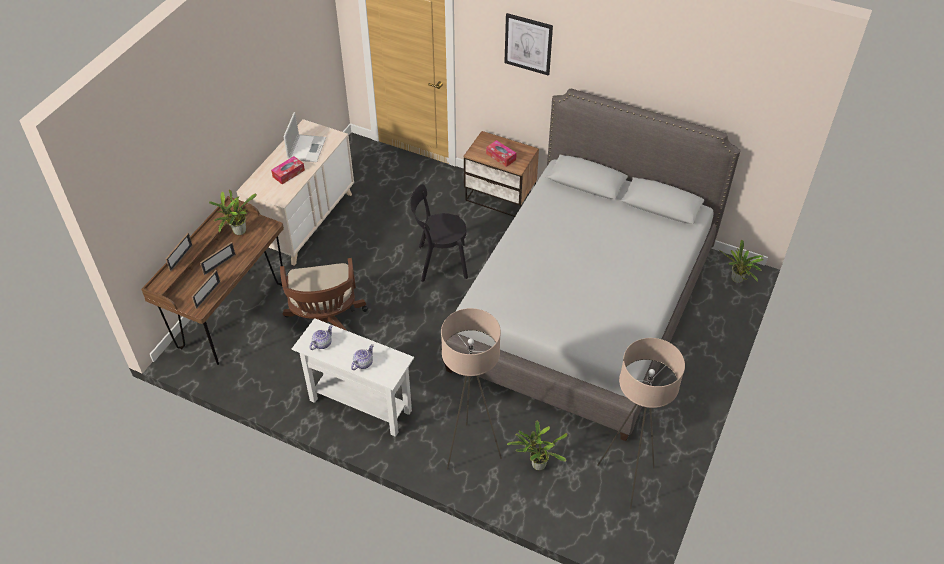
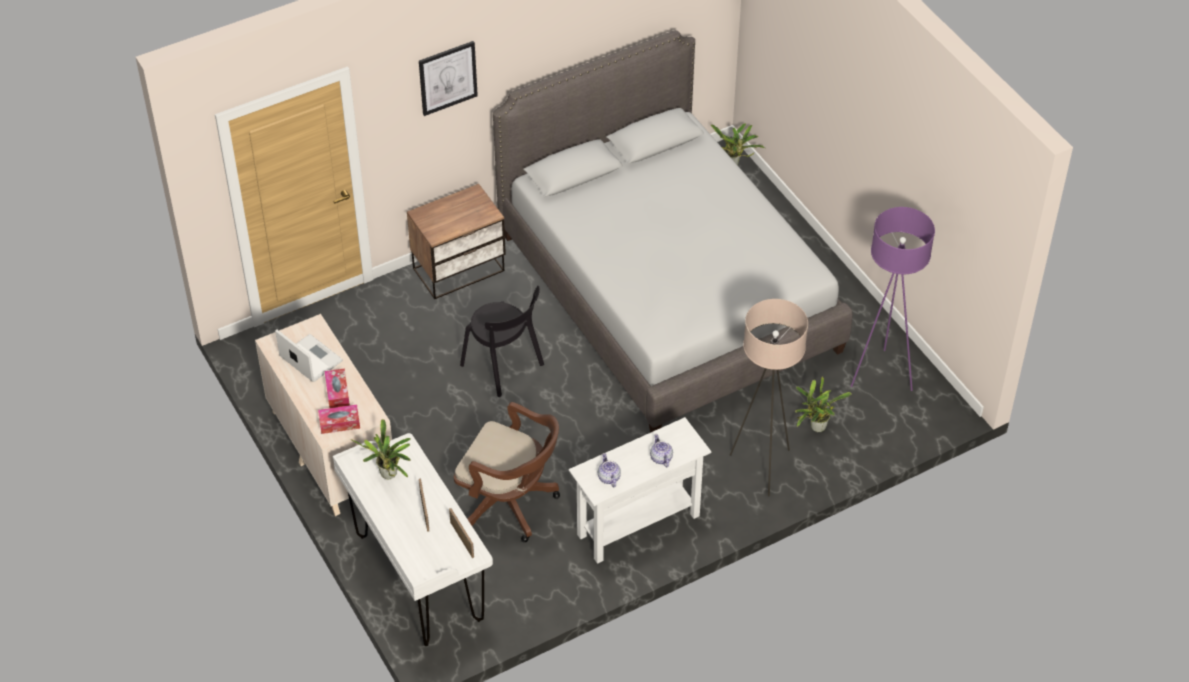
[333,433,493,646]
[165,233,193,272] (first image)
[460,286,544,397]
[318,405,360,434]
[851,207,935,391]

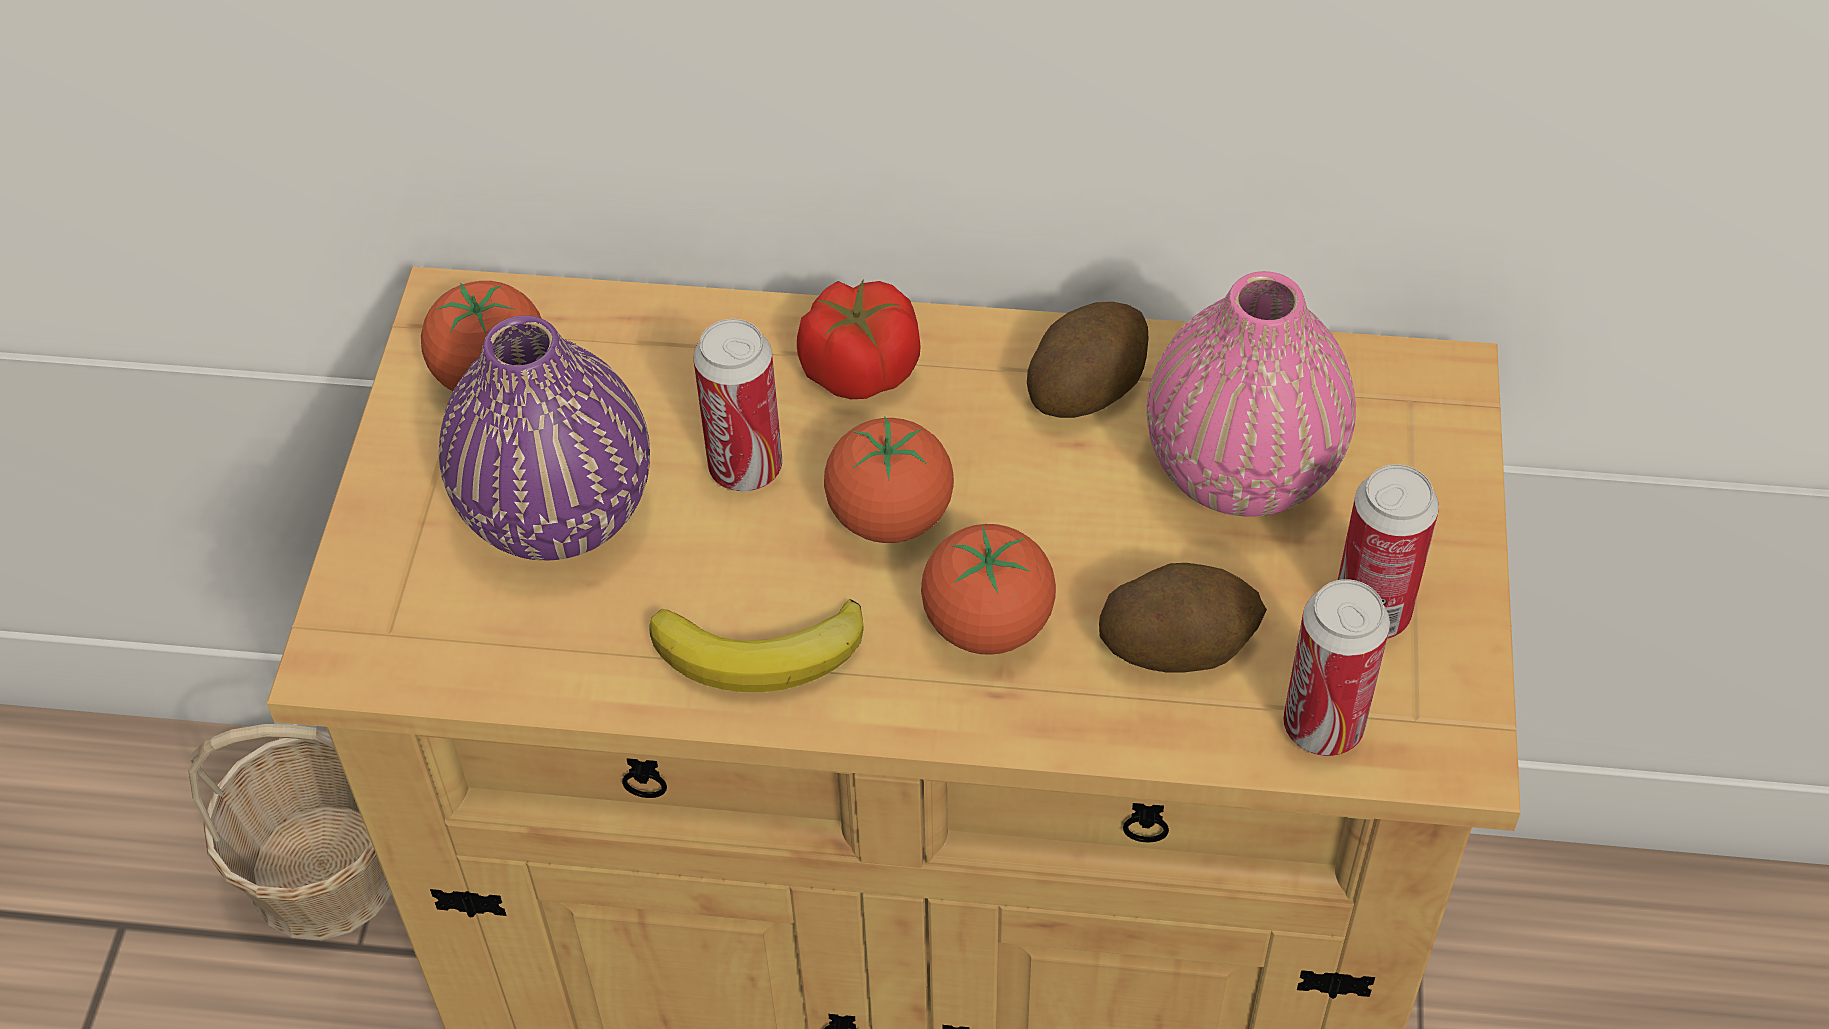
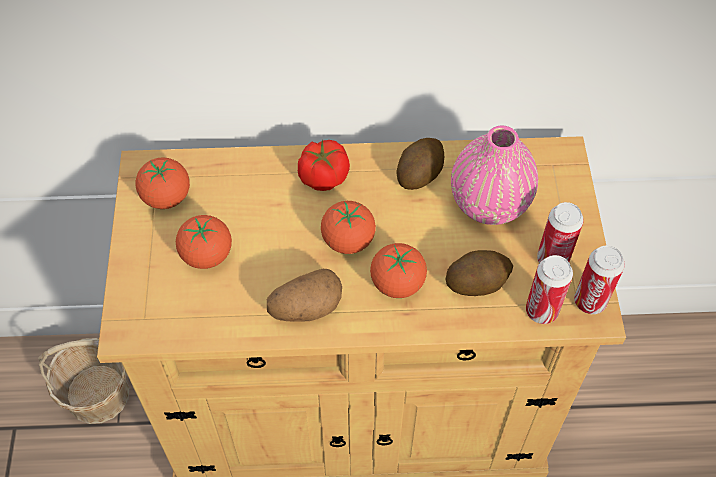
[176,215,232,269]
[267,269,342,322]
[574,246,625,314]

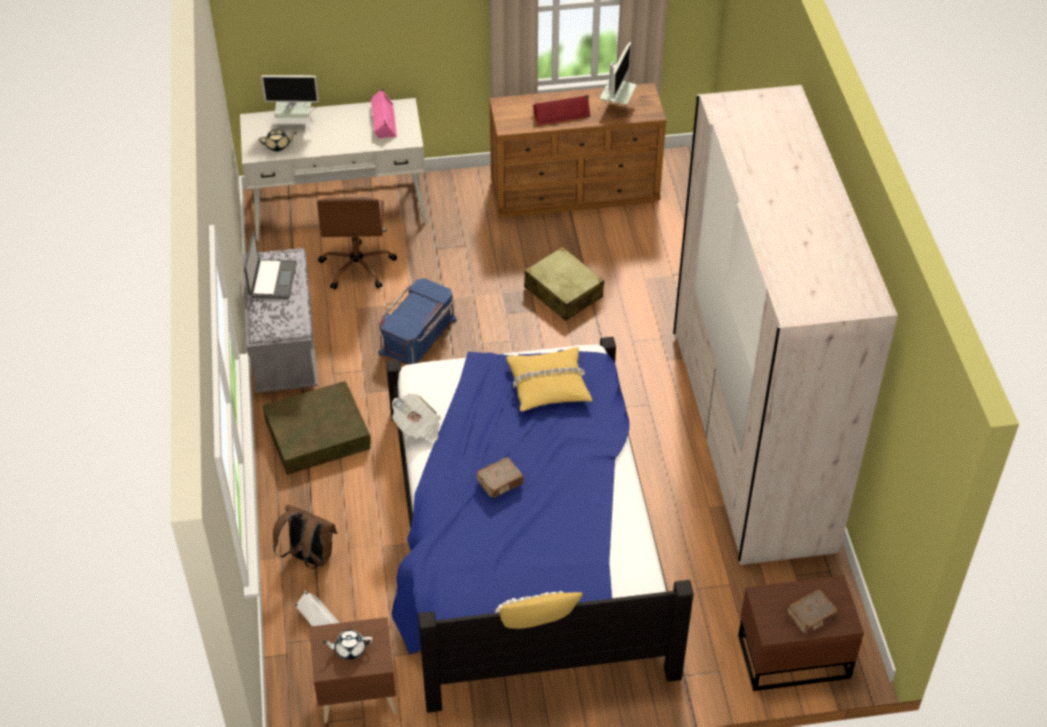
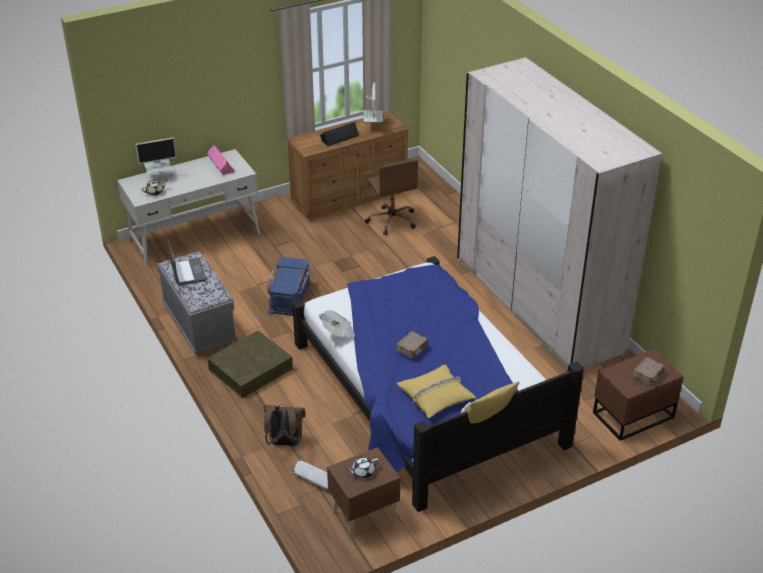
[365,160,418,235]
[397,364,476,418]
[524,247,604,321] (first image)
[320,122,359,147]

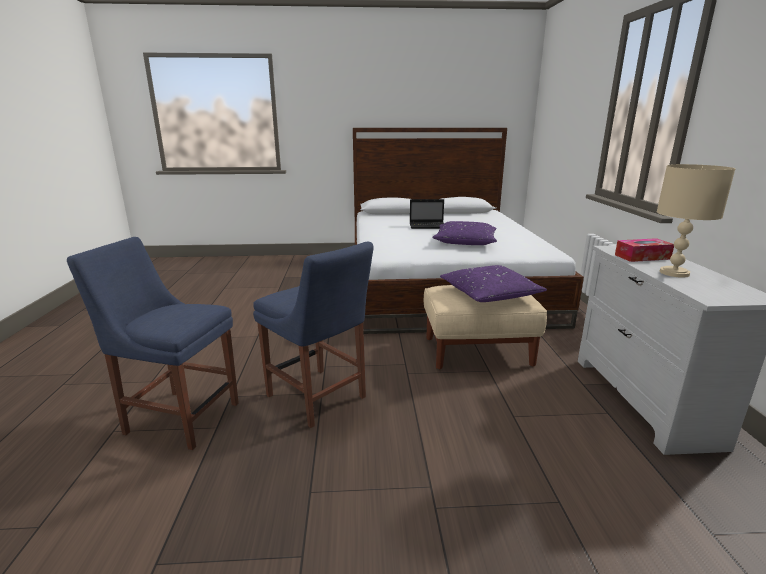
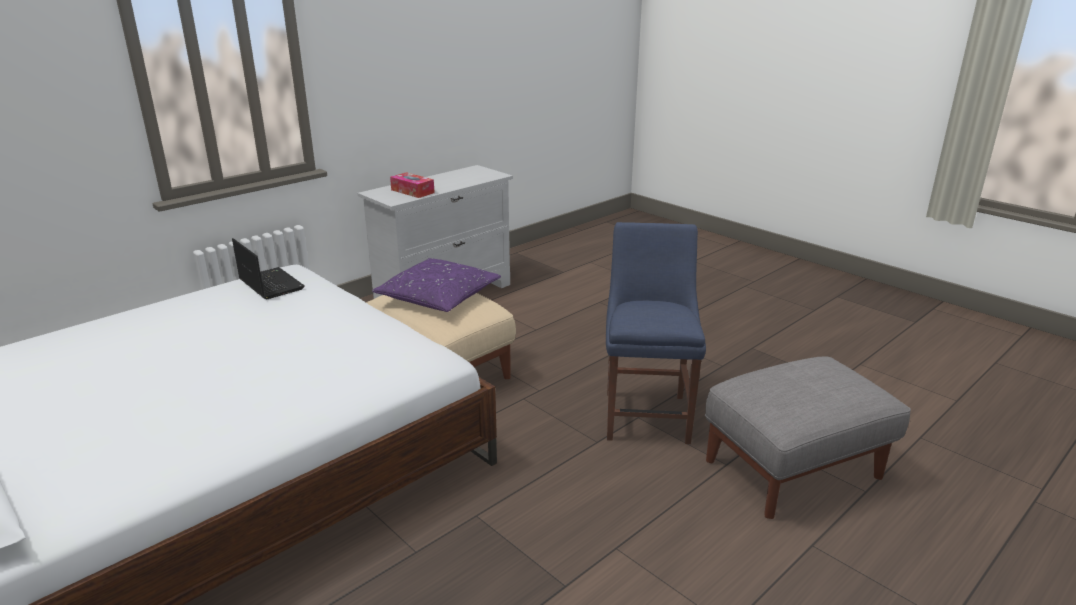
[705,356,911,519]
[232,238,305,299]
[432,221,497,245] (first image)
[657,164,735,278] (first image)

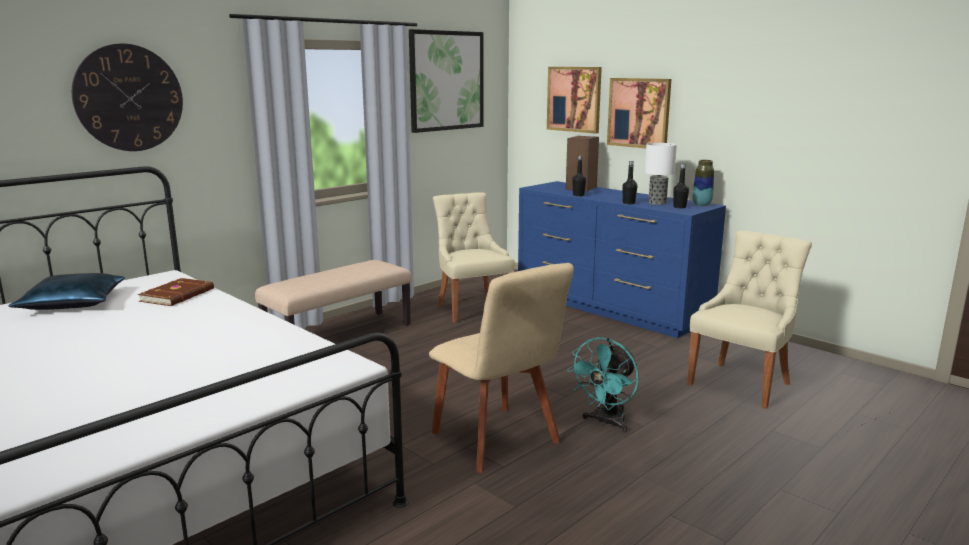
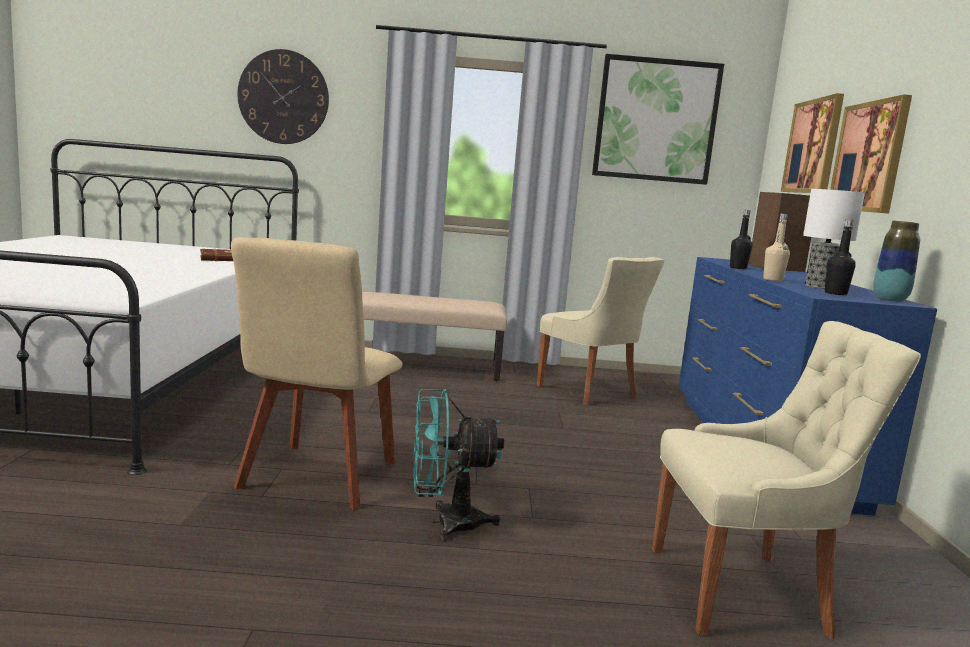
[9,273,125,310] (first image)
[537,257,664,405]
[763,214,790,281]

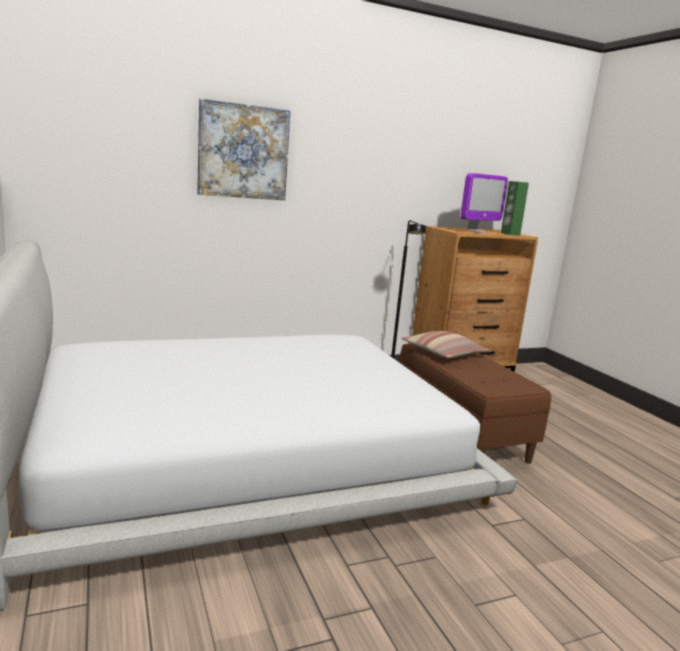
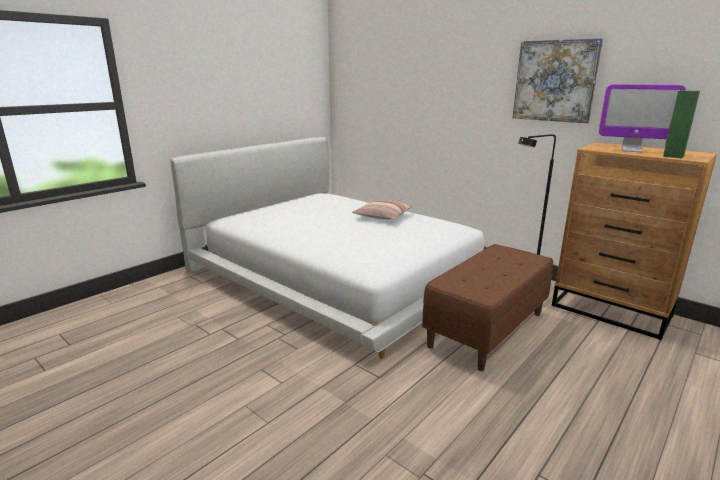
[513,38,604,123]
[352,200,413,220]

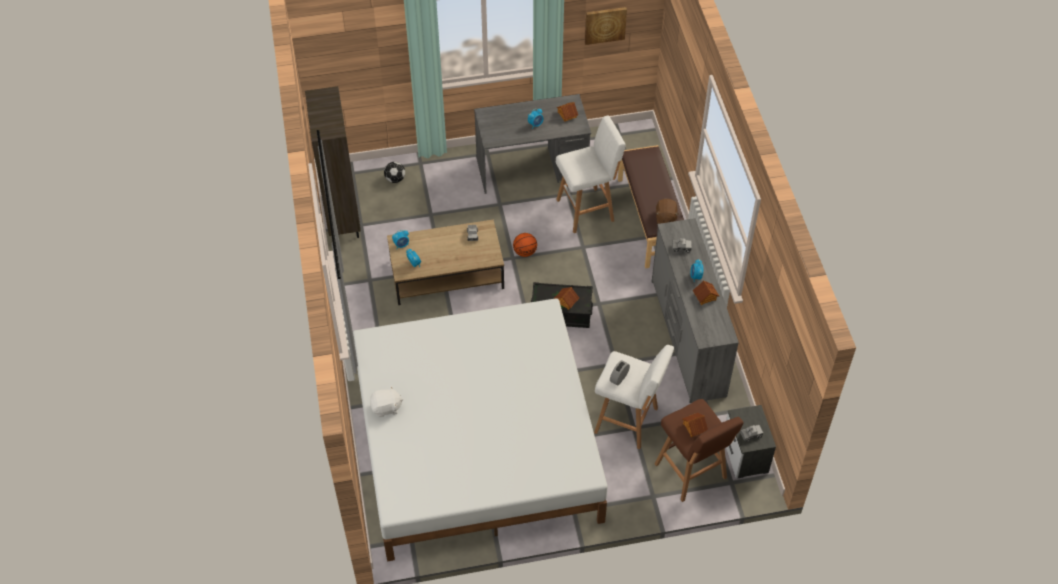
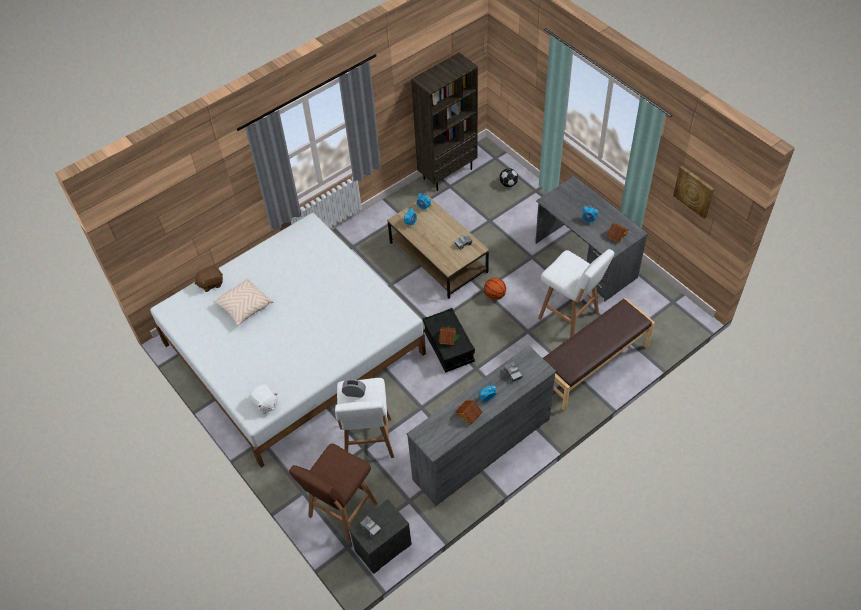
[250,384,278,414]
[195,266,223,292]
[682,413,708,437] (first image)
[214,278,273,326]

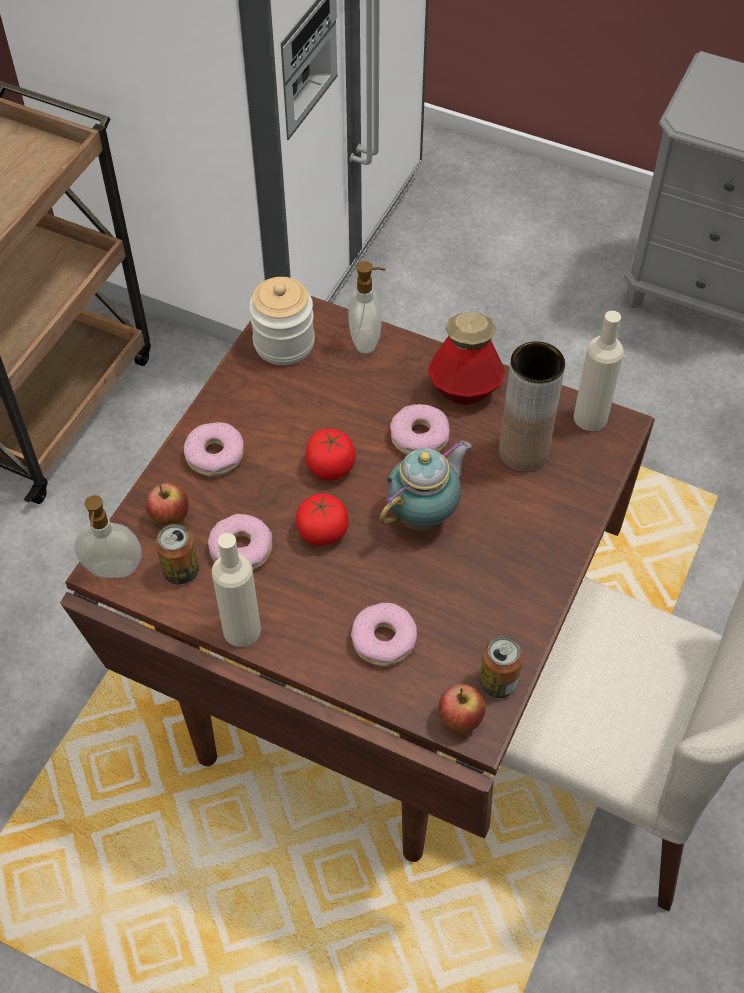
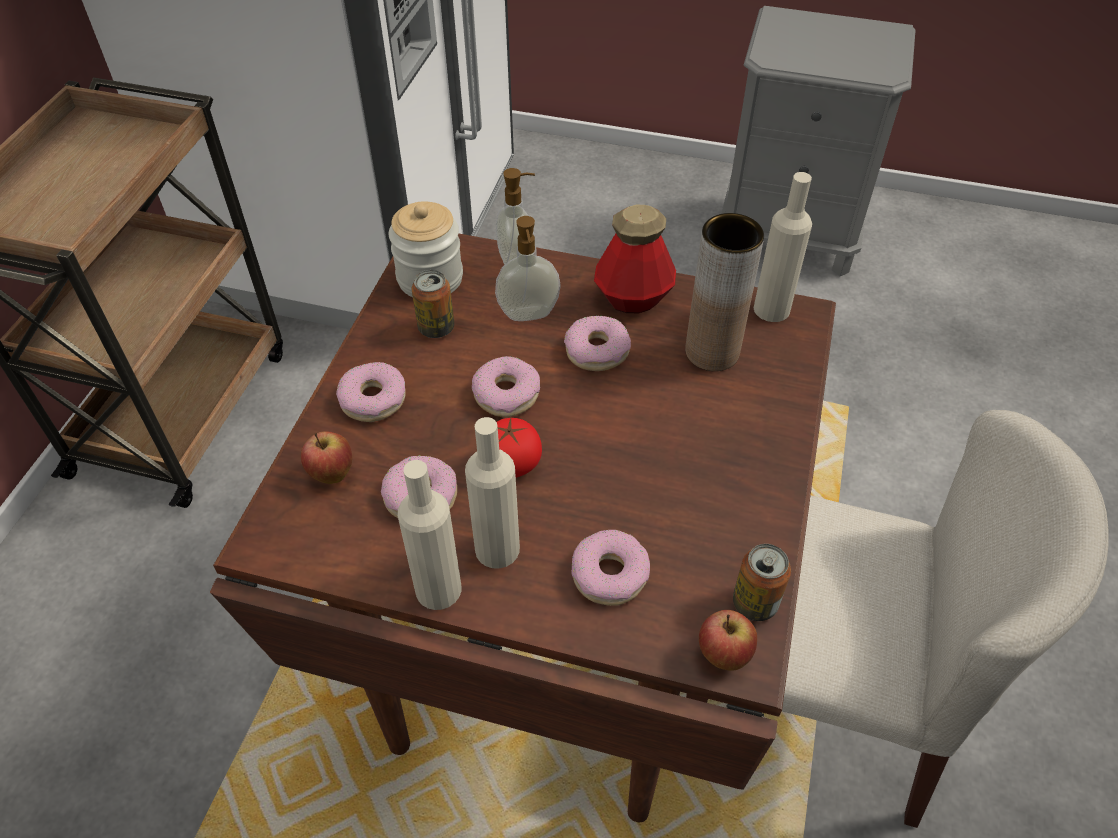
[495,216,560,321]
[412,270,455,338]
[472,356,540,417]
[379,440,472,531] (first image)
[465,417,520,569]

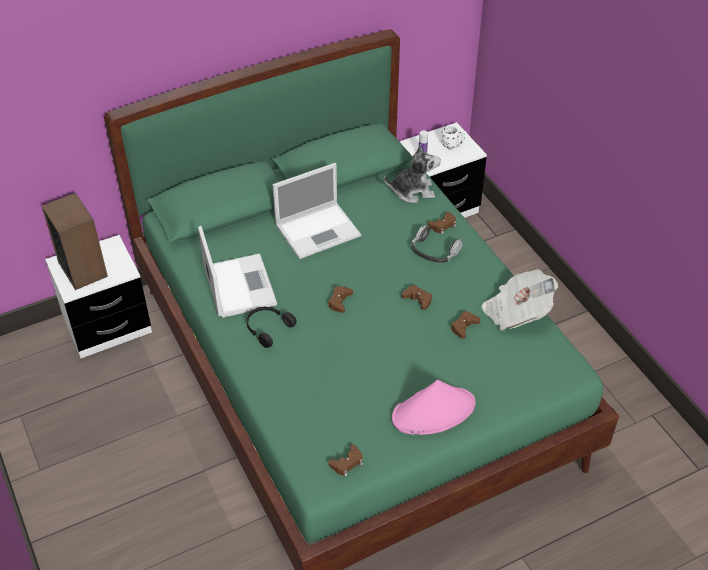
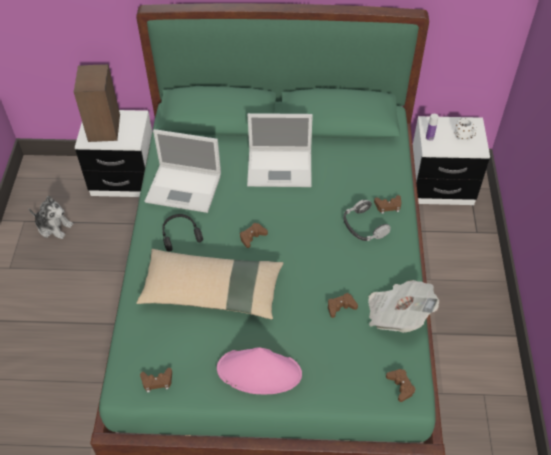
[144,129,221,213]
[28,196,73,239]
[386,369,415,402]
[136,249,283,319]

